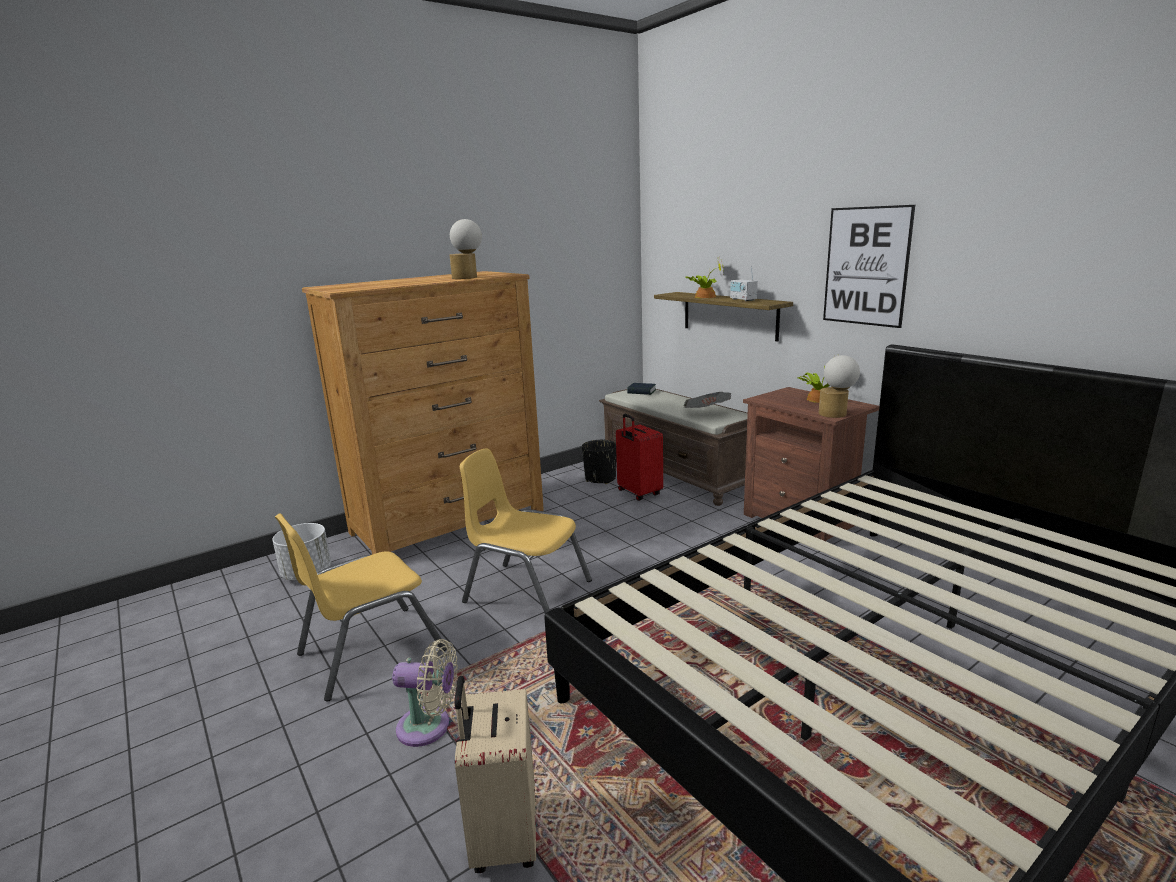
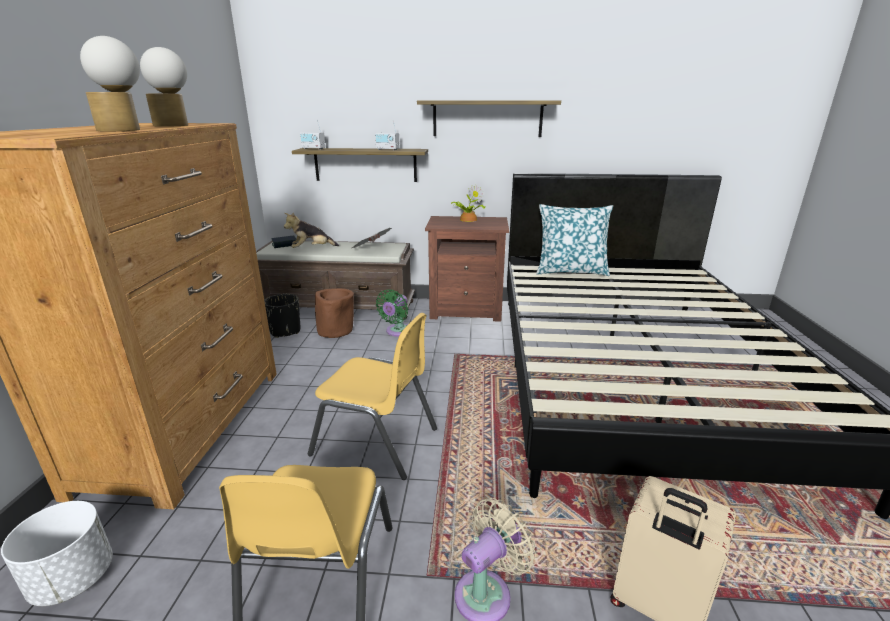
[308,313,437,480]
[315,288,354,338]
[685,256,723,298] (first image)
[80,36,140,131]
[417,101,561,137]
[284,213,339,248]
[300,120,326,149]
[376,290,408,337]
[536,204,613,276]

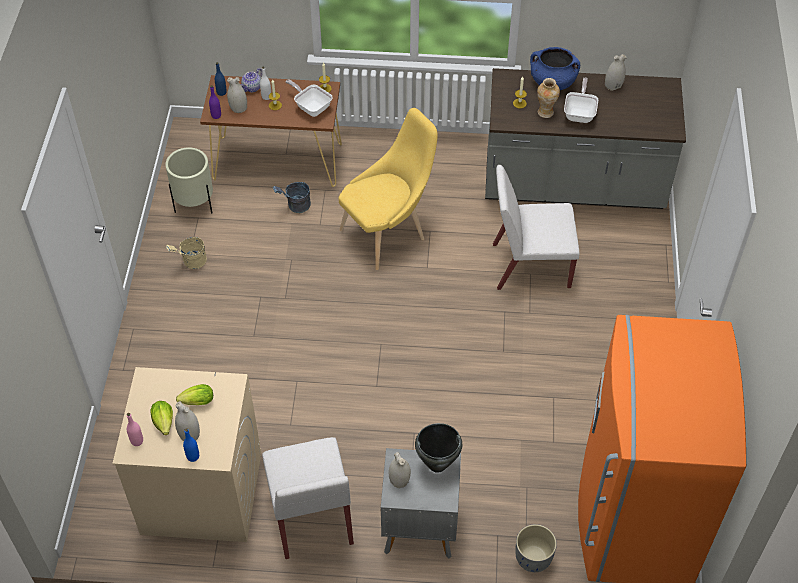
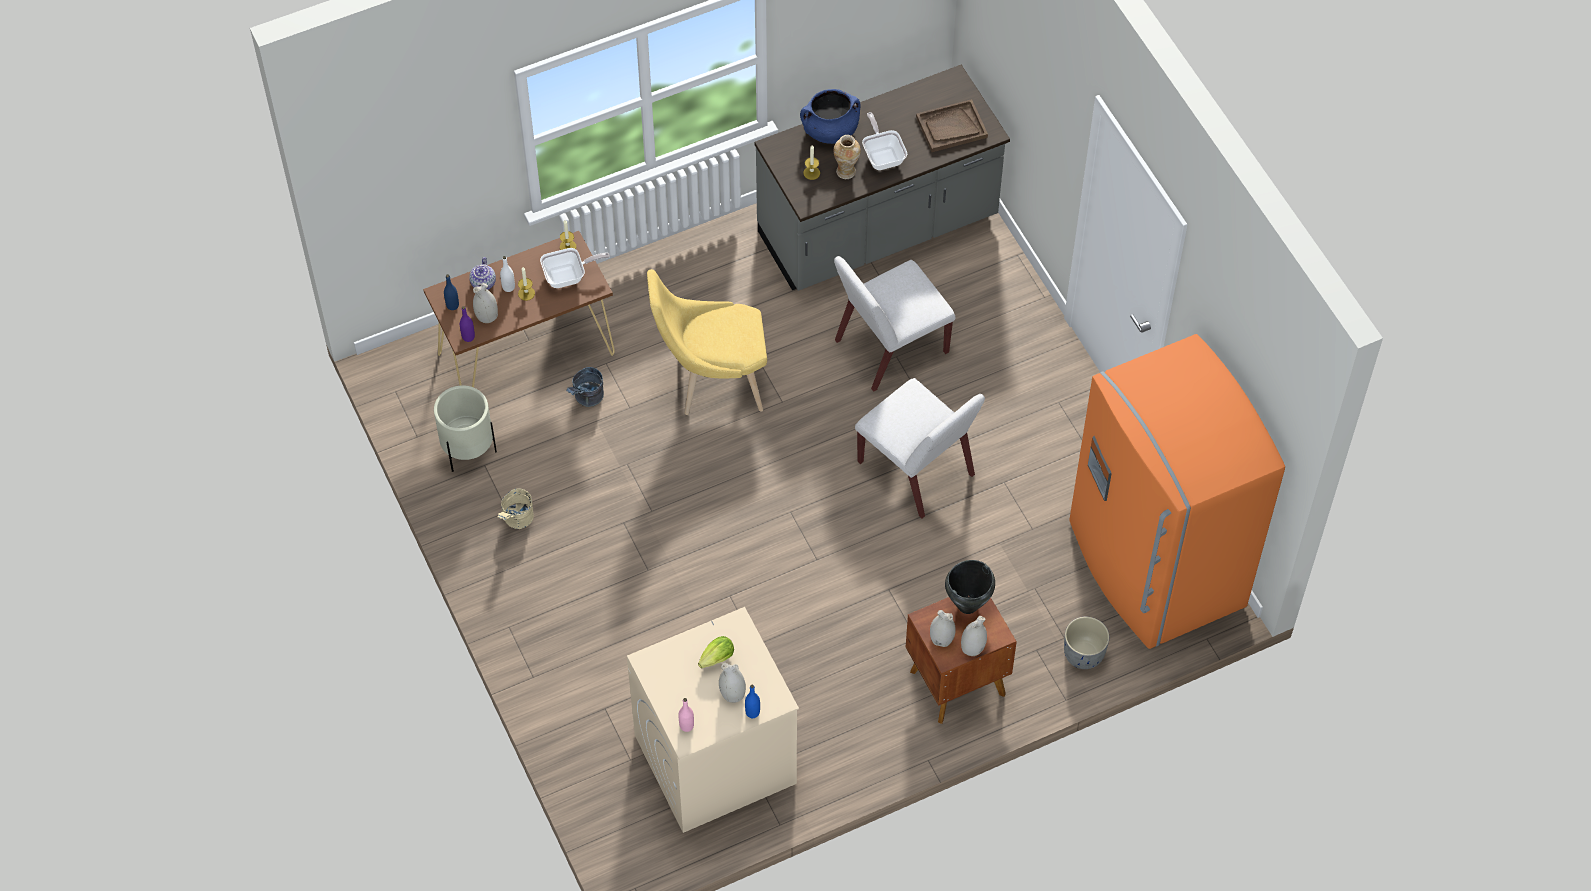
[150,401,173,435] (first image)
[855,378,985,518]
[540,248,610,288]
[647,269,767,415]
[905,597,1017,724]
[961,616,987,656]
[916,99,988,152]

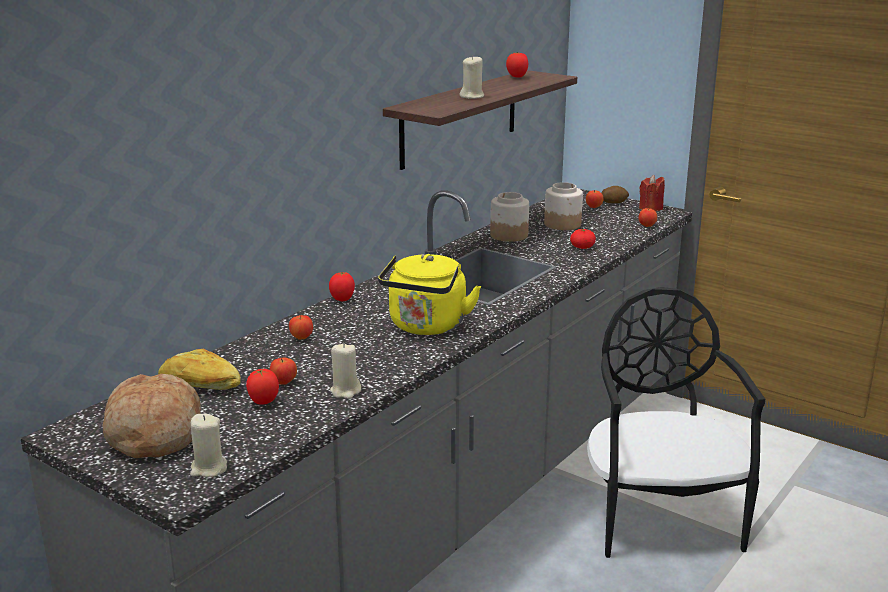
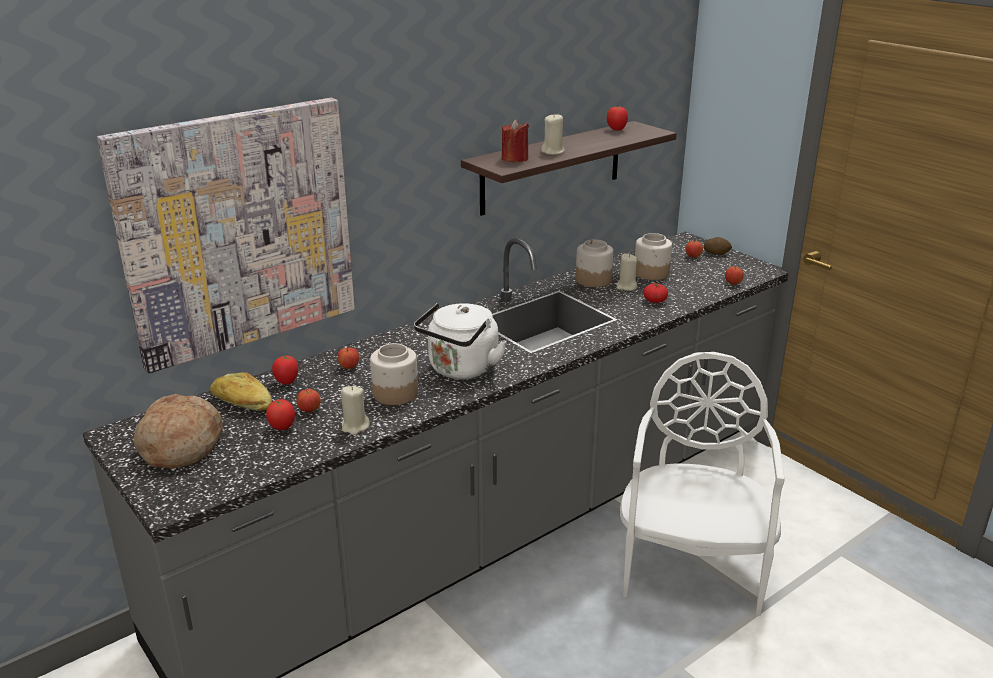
[616,253,638,291]
[272,356,298,385]
[414,303,507,380]
[620,352,785,616]
[502,119,529,162]
[97,98,355,373]
[370,343,418,405]

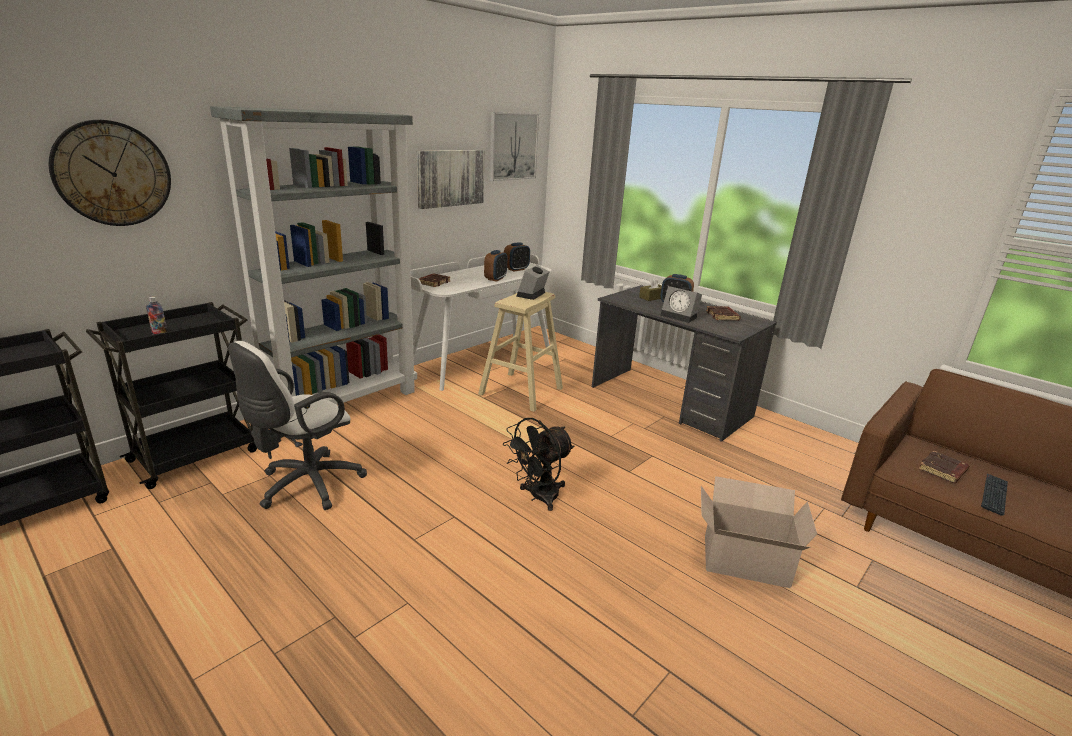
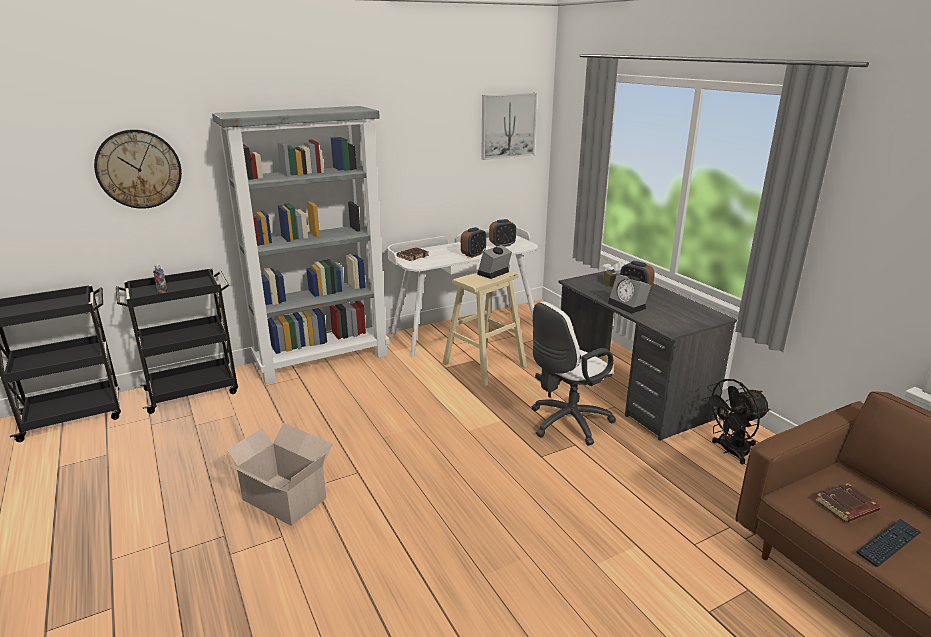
[531,302,616,445]
[417,150,485,209] (first image)
[702,379,771,465]
[220,423,333,526]
[706,306,741,321] (first image)

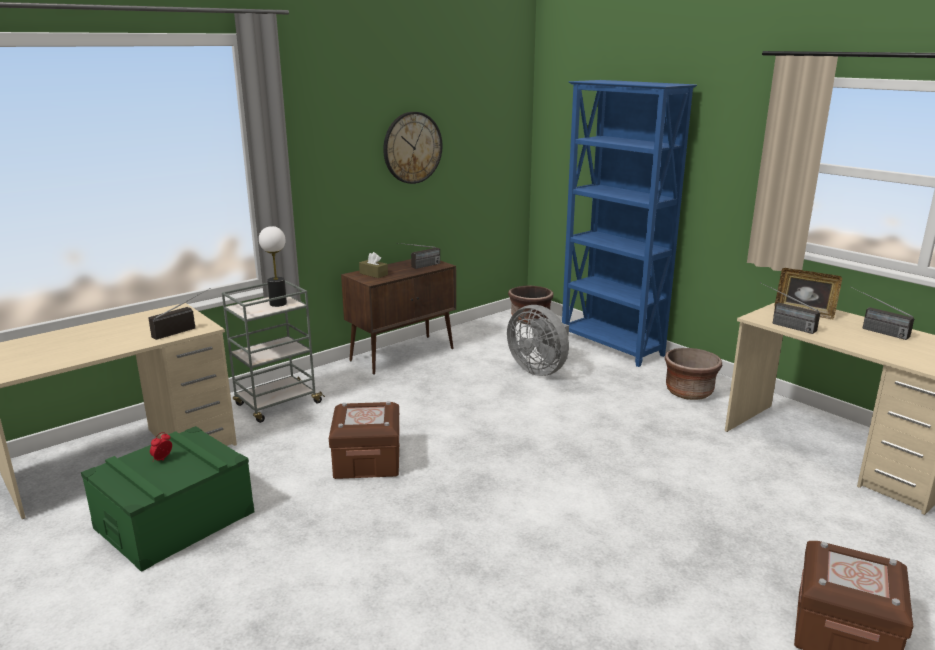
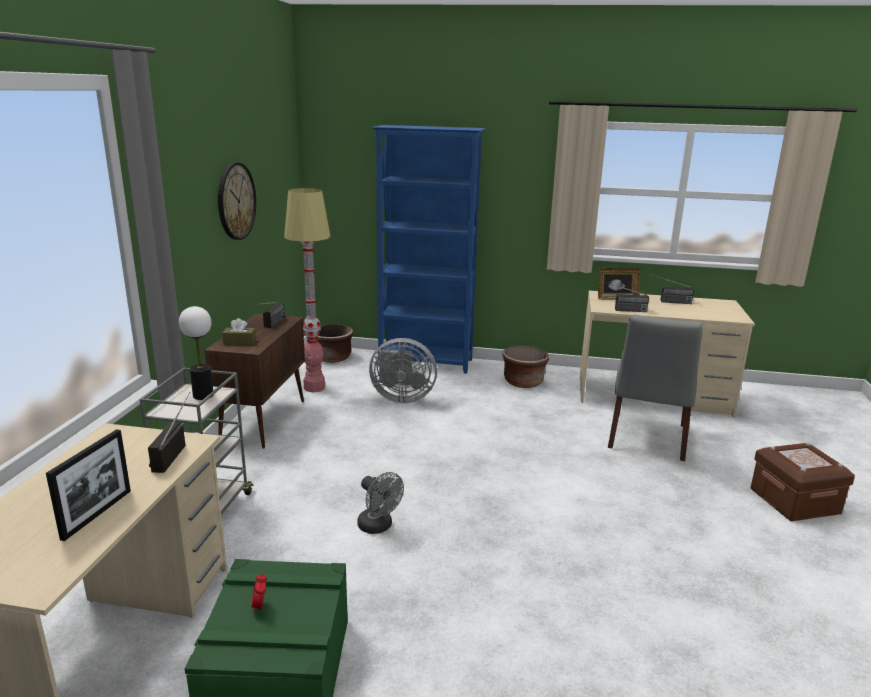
[357,472,404,534]
[46,429,131,541]
[284,188,330,392]
[608,314,703,461]

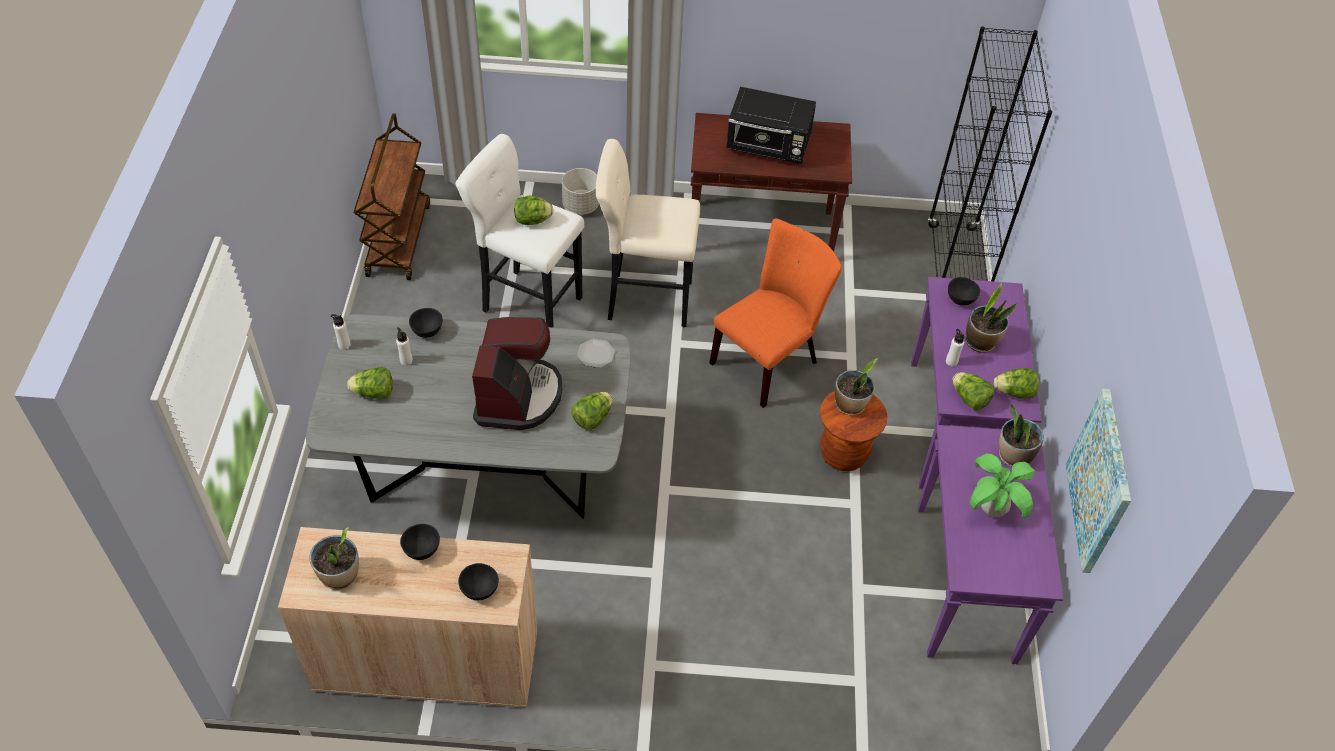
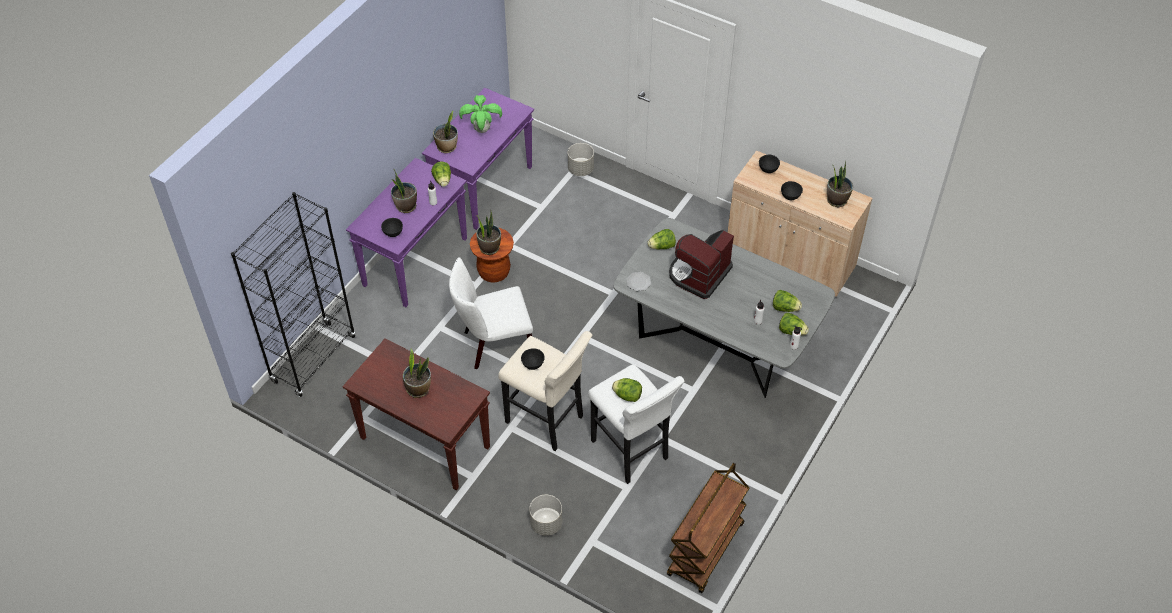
[521,348,545,370]
[449,257,533,370]
[403,349,431,398]
[779,312,809,336]
[1066,389,1131,573] (first image)
[568,143,594,176]

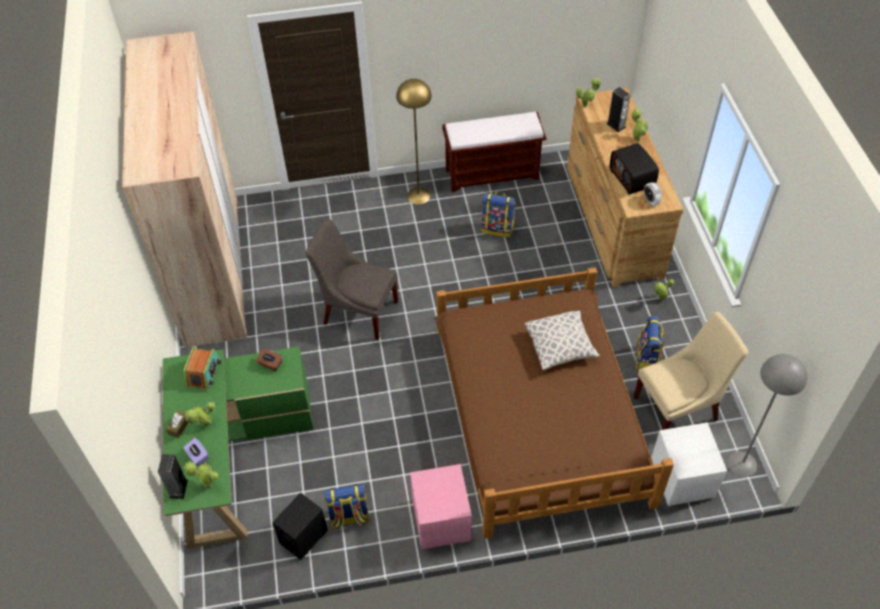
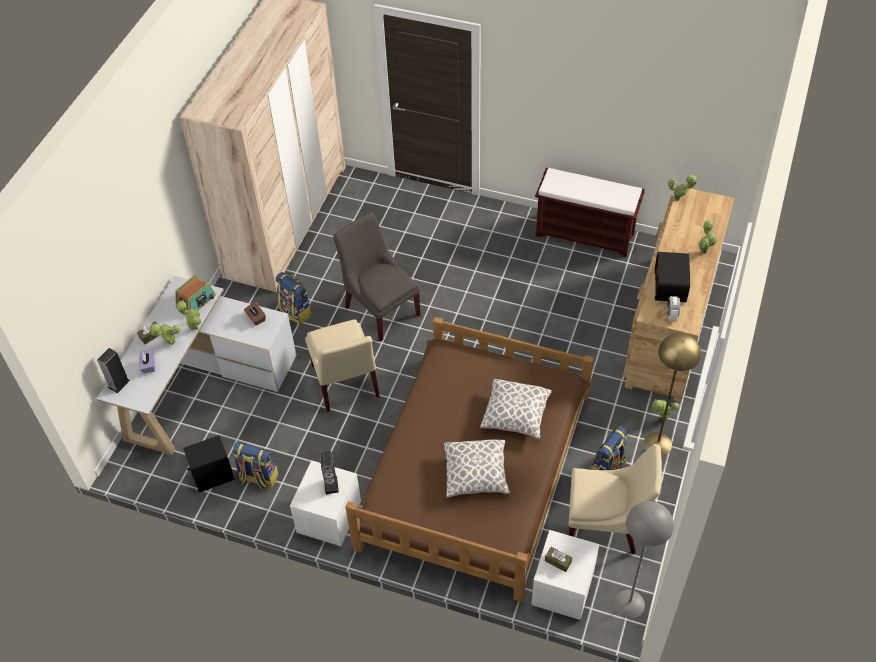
[96,276,297,455]
[177,300,201,330]
[644,333,701,456]
[290,460,361,546]
[276,272,312,324]
[320,451,339,494]
[305,319,380,412]
[444,439,510,498]
[545,547,572,572]

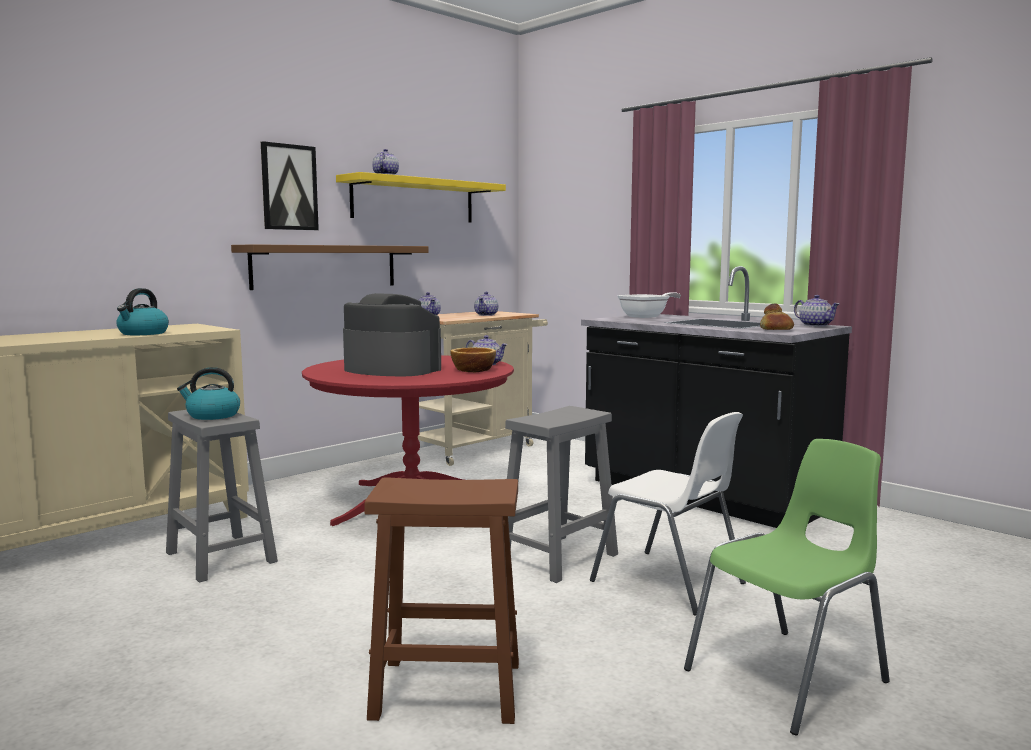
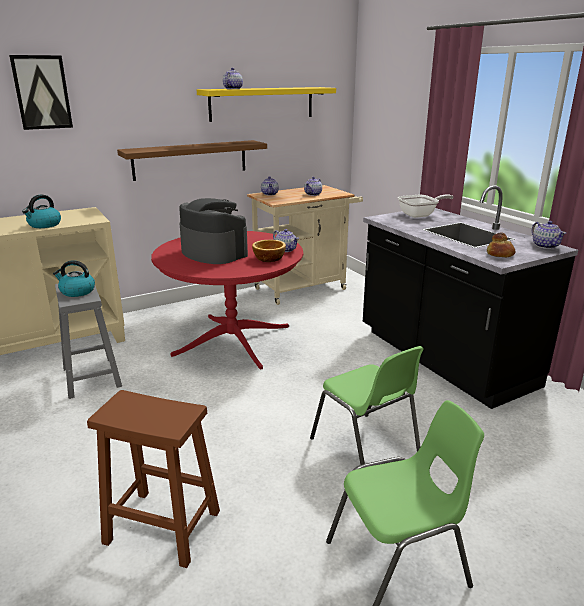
[9,55,73,130]
[505,406,618,583] (first image)
[310,346,424,465]

